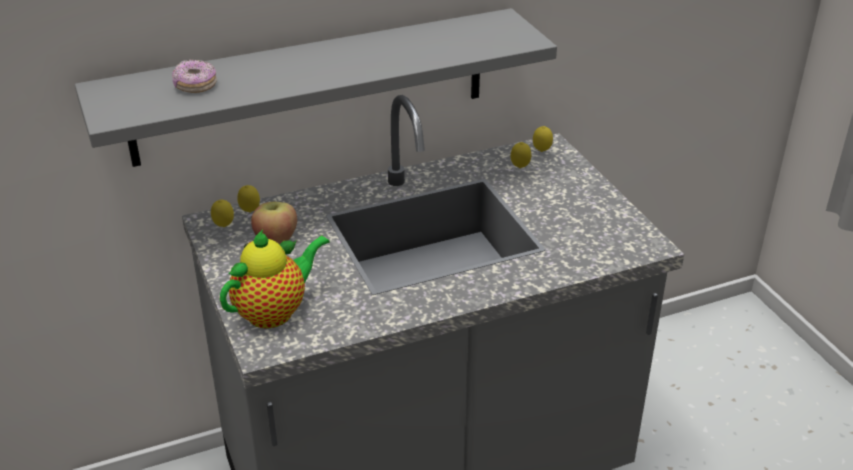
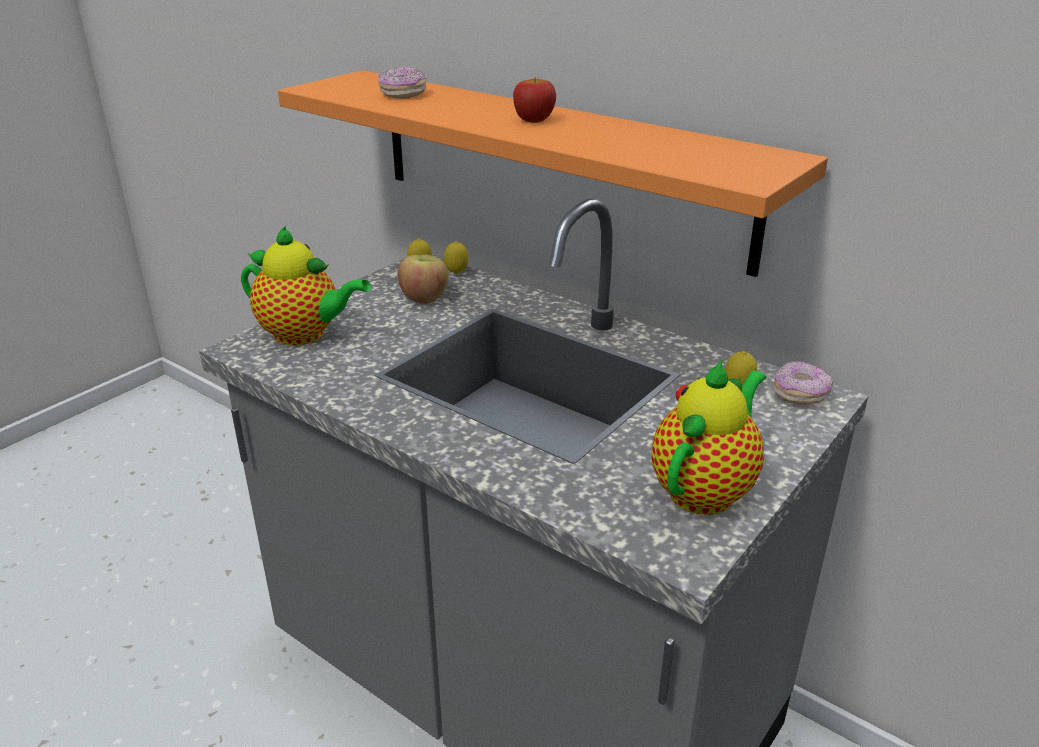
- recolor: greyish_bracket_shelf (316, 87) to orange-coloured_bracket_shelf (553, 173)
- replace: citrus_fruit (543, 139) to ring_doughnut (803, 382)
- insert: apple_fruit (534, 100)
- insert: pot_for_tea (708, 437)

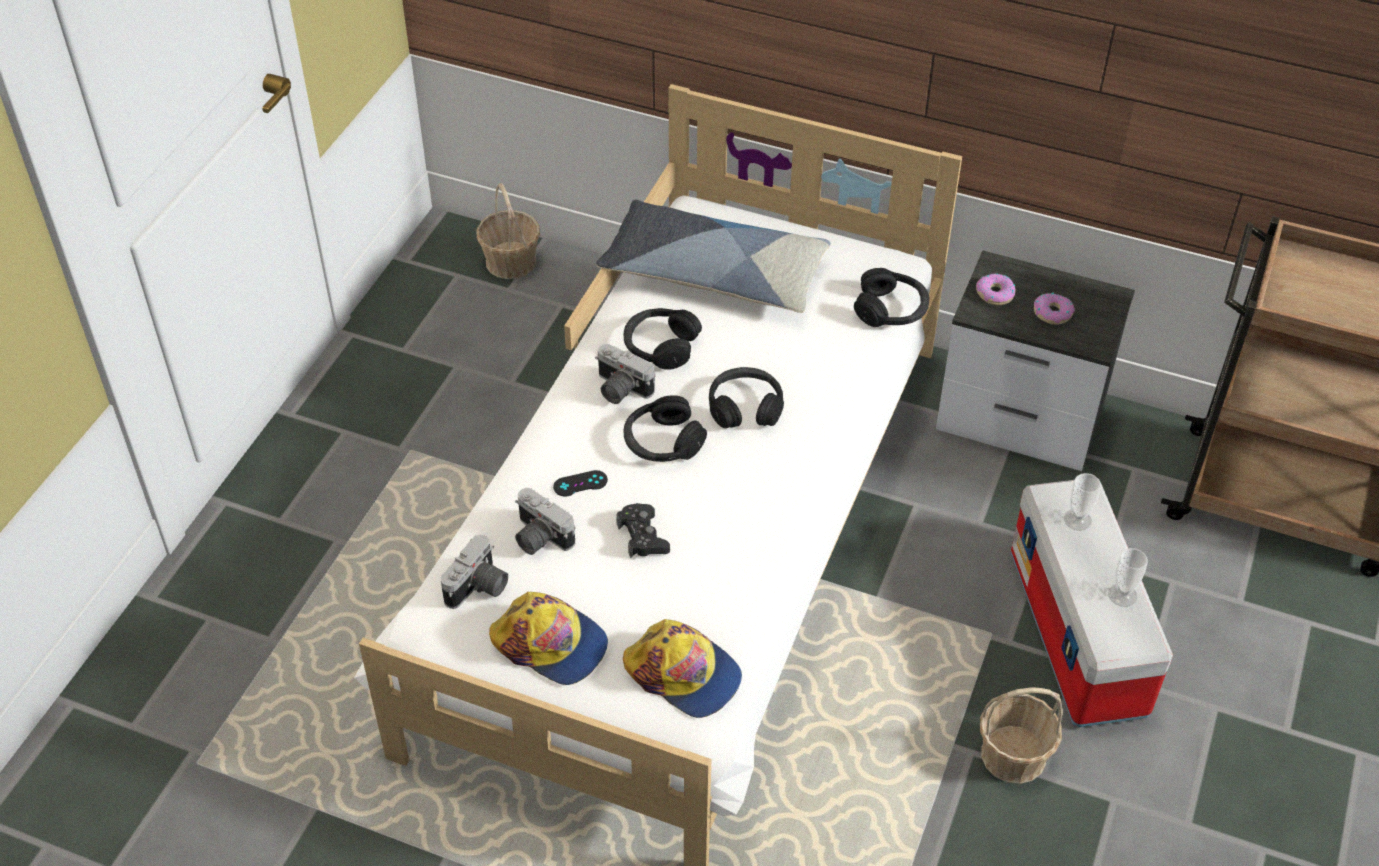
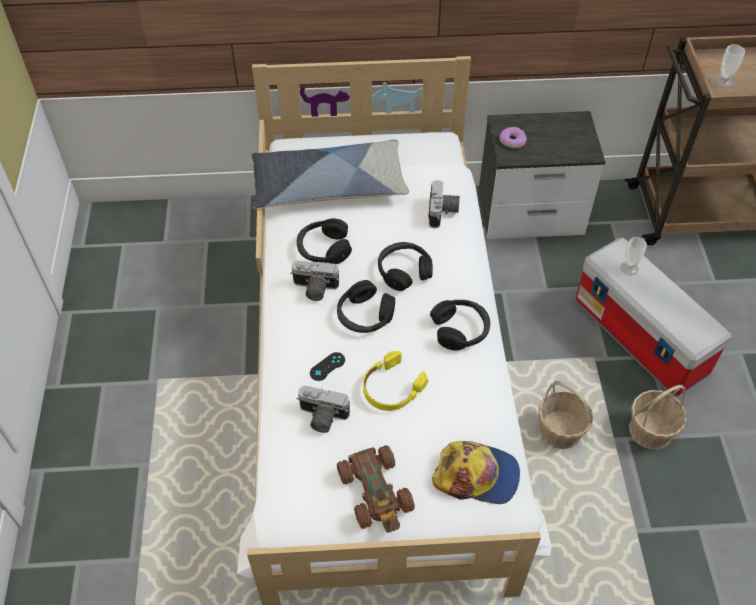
- move: still_camera (474, 572) to (444, 204)
- move: storage_basket (508, 231) to (565, 415)
- replace: cap (548, 638) to brown_model_car (376, 489)
- replace: black-coloured_gamepad (643, 530) to yellowish_pair_of_headphones (395, 381)
- move: black-coloured_pair_of_headphones (891, 297) to (460, 325)
- delete: ring_doughnut (1054, 308)
- move: small_cup (1128, 577) to (729, 66)

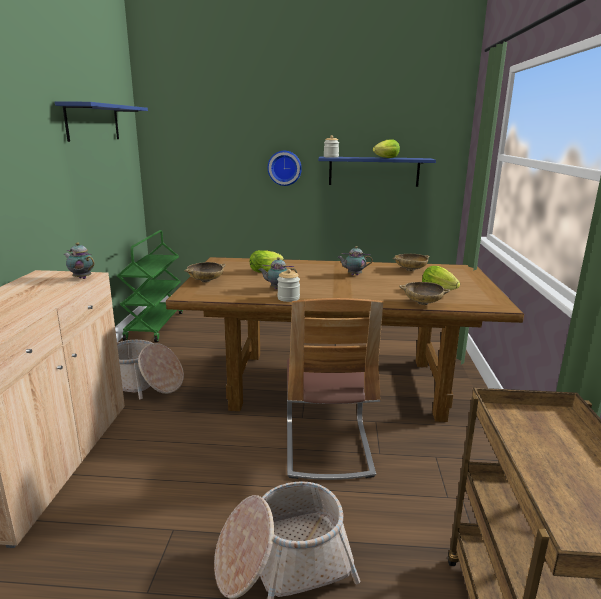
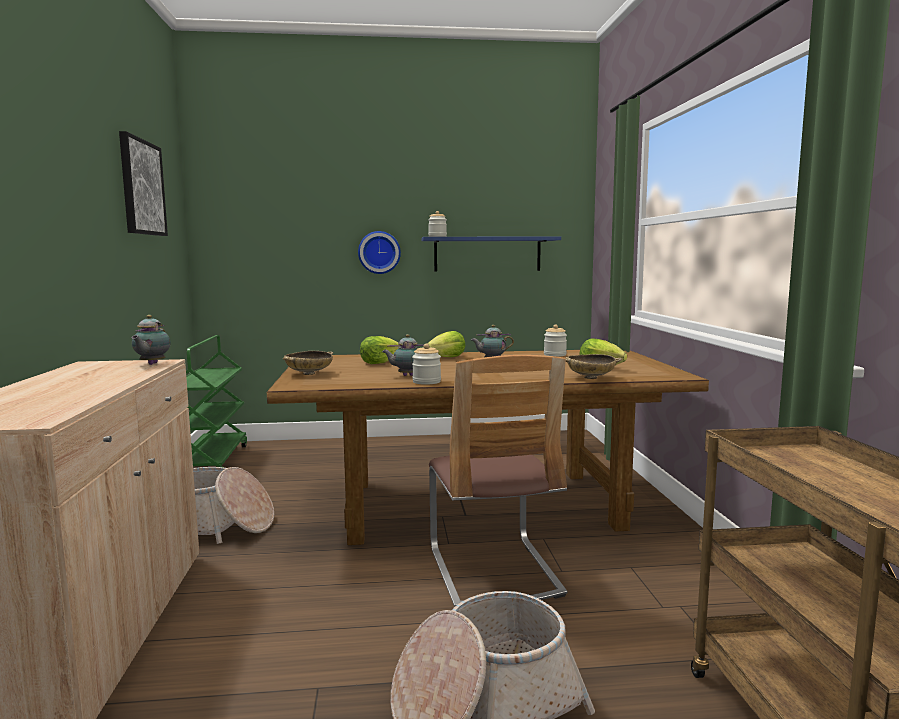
- replace: blue-coloured_bracket_shelf (101, 121) to wall_art (143, 183)
- rotate: pot_for_tea (79, 261) = (151, 340) 105 degrees counterclockwise
- move: head_of_lettuce (386, 148) to (446, 344)
- replace: beige_deep_dish (411, 262) to storage_jar (555, 341)

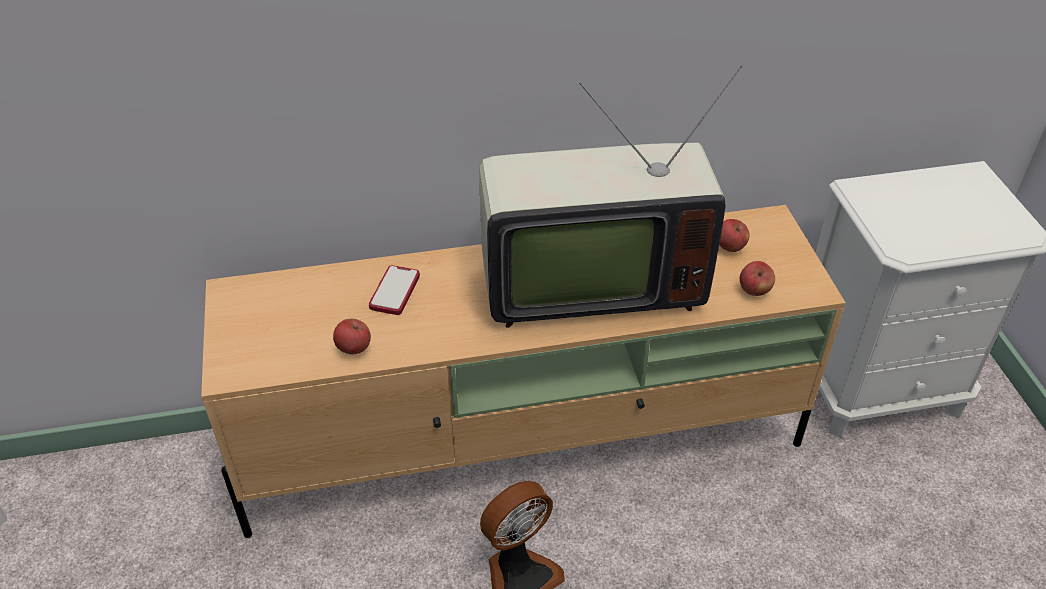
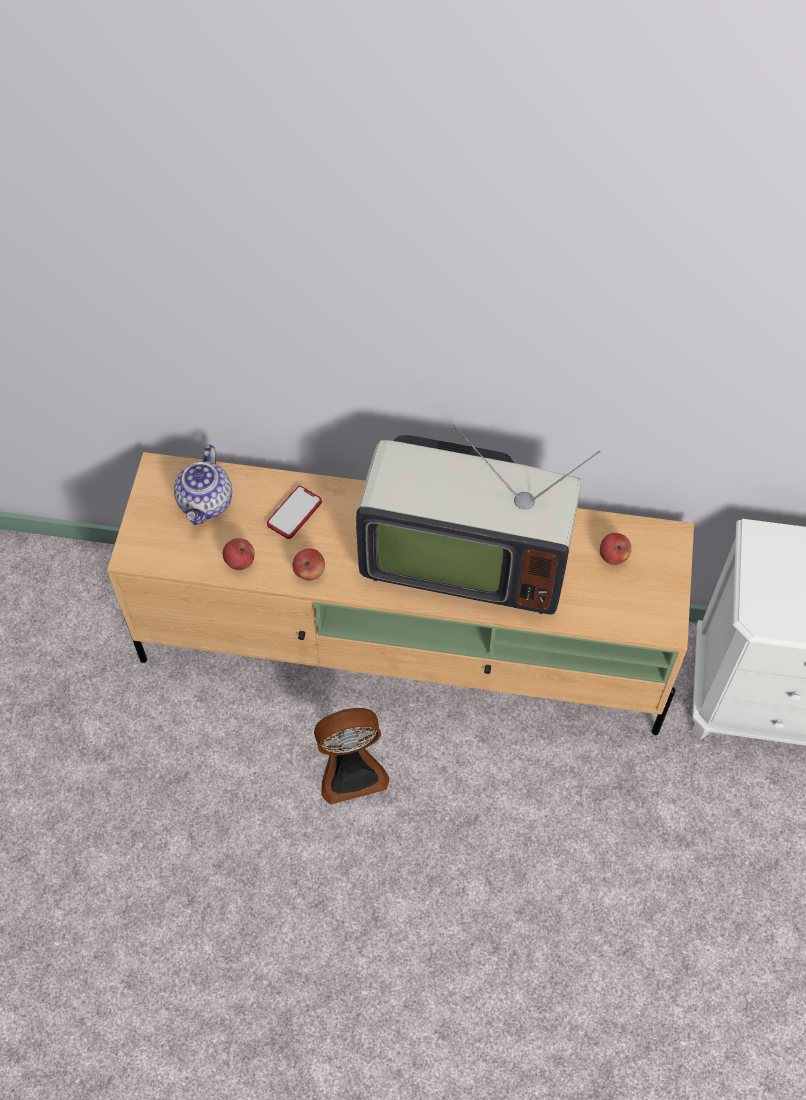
- move: apple_fruit (757, 278) to (309, 564)
- insert: pot_for_tea (203, 484)

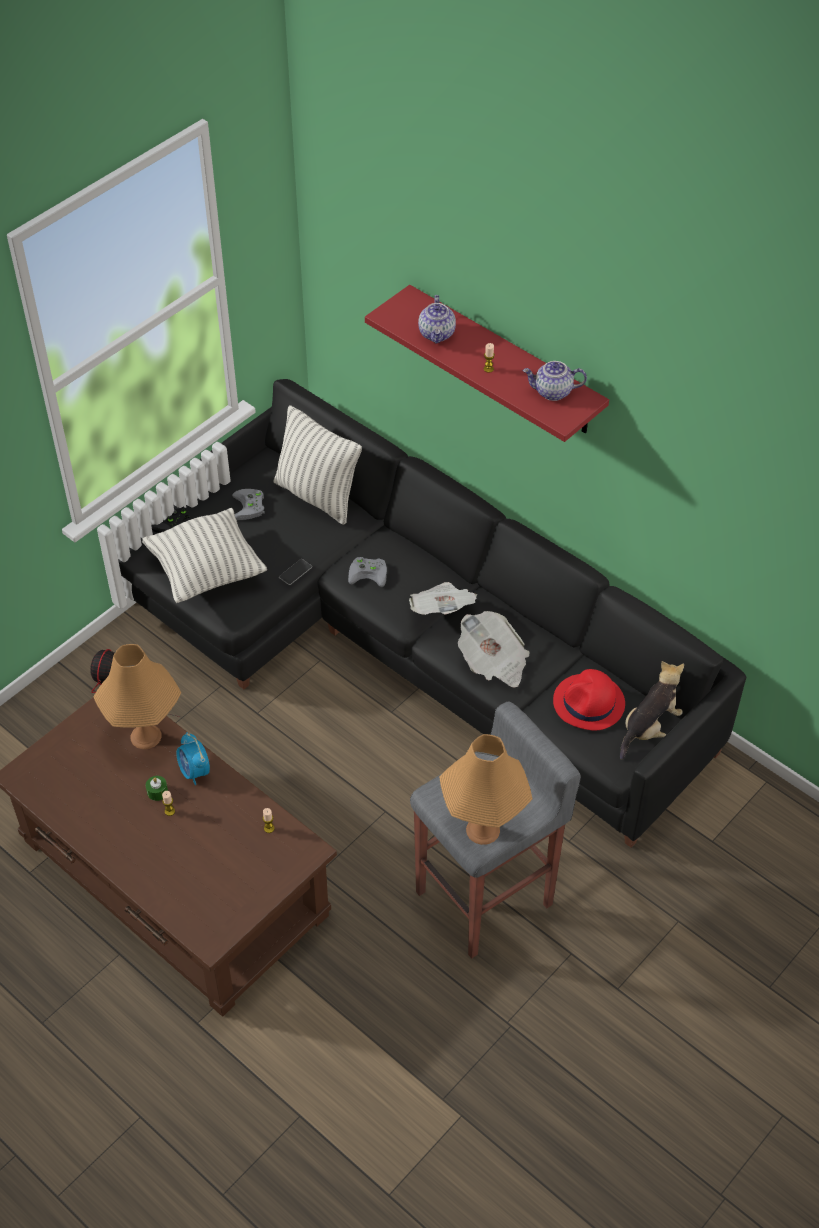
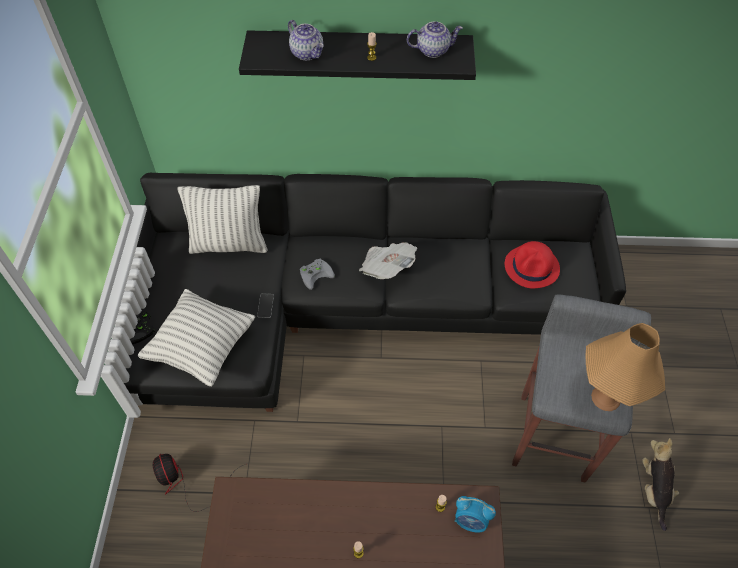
- delete: orange-coloured_lamp_for_a_table (137, 696)
- delete: greenish_wax_candle (157, 788)
- move: table_clock (193, 758) to (475, 514)
- delete: greyish_gamepad (248, 504)
- recolor: reddish_bracket_shelf (487, 363) to black-coloured_bracket_shelf (357, 55)
- delete: printed_paper (494, 649)
- rotate: pot_for_tea (555, 381) = (435, 39) 150 degrees counterclockwise
- move: plush_toy (652, 710) to (660, 484)

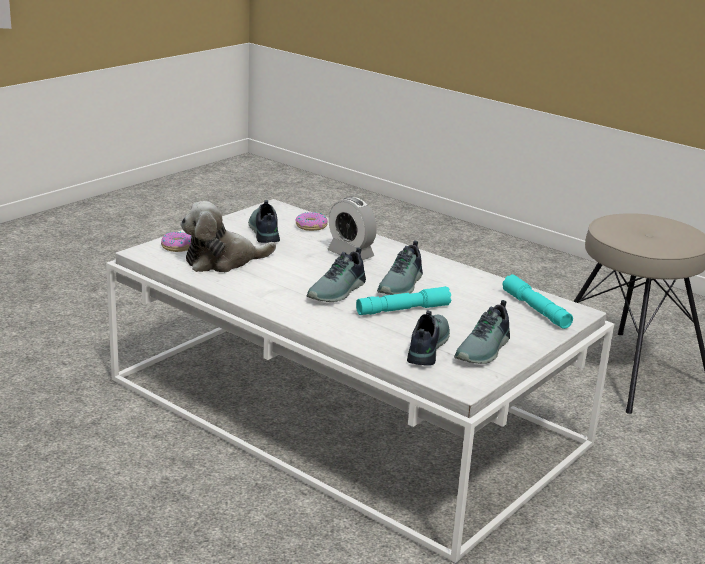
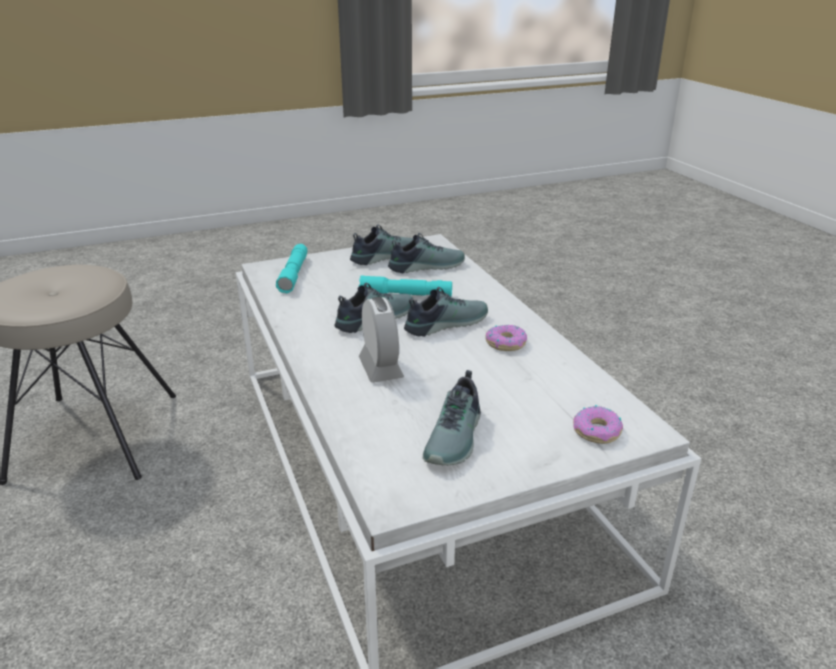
- delete: plush_toy (228, 236)
- move: ring_doughnut (311, 221) to (506, 338)
- rotate: low_shoe (428, 338) = (426, 253) 150 degrees counterclockwise

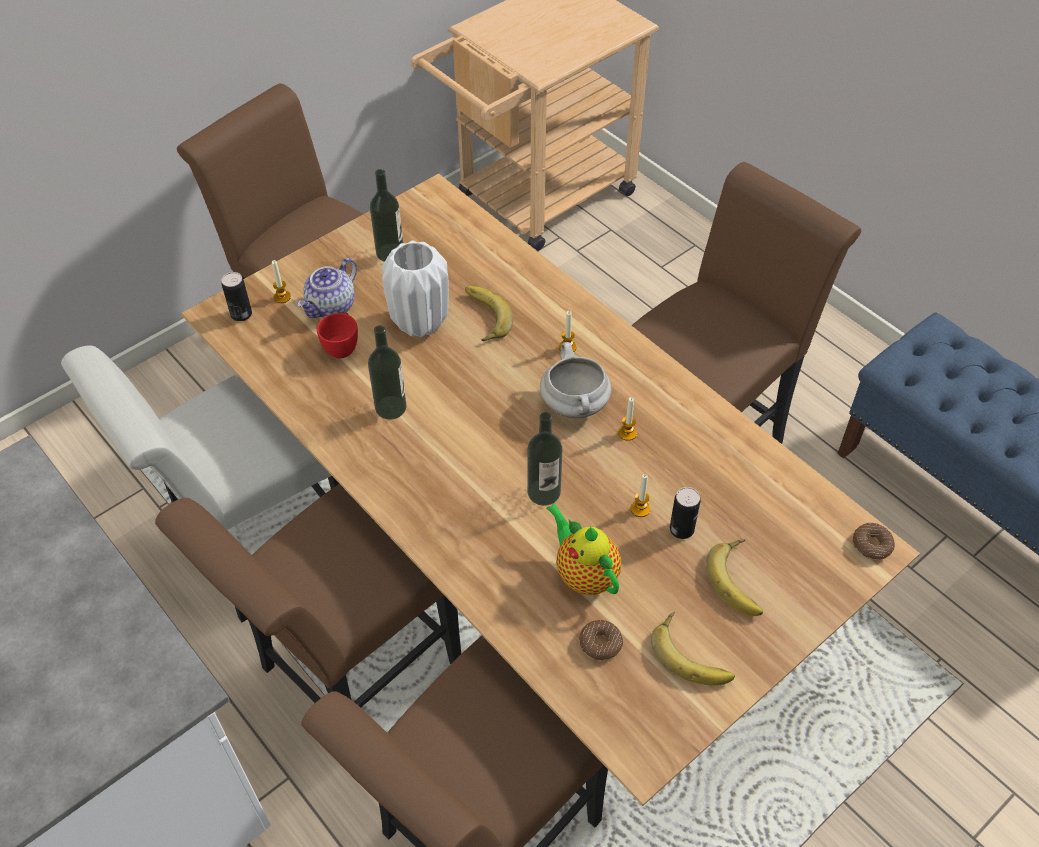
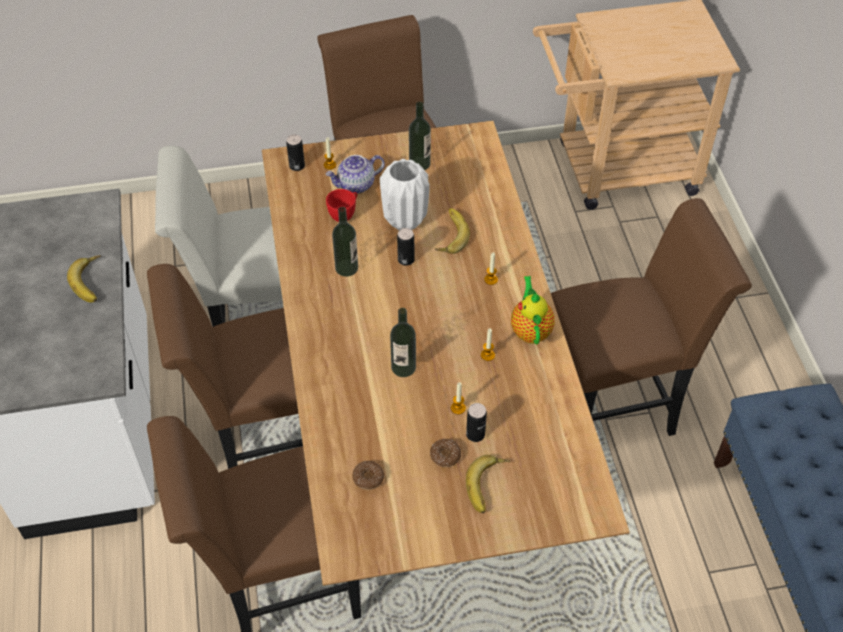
- delete: whitish_cooking_pot (575, 380)
- move: pot_for_tea (584, 549) to (533, 310)
- move: banana (693, 649) to (84, 278)
- move: ring_doughnut (874, 541) to (445, 453)
- insert: metal_can (405, 247)

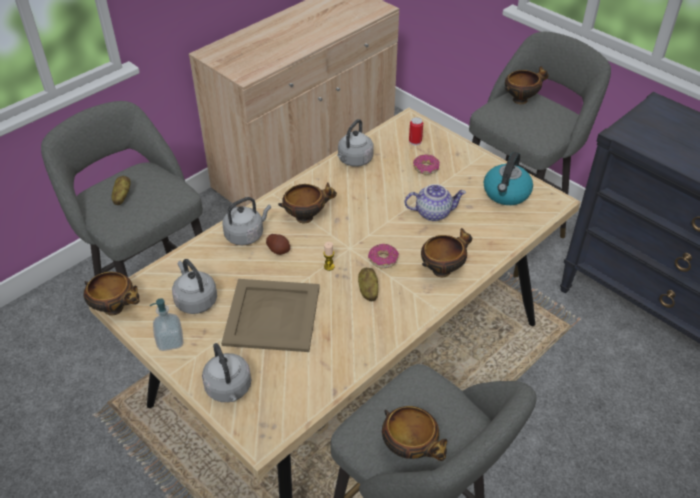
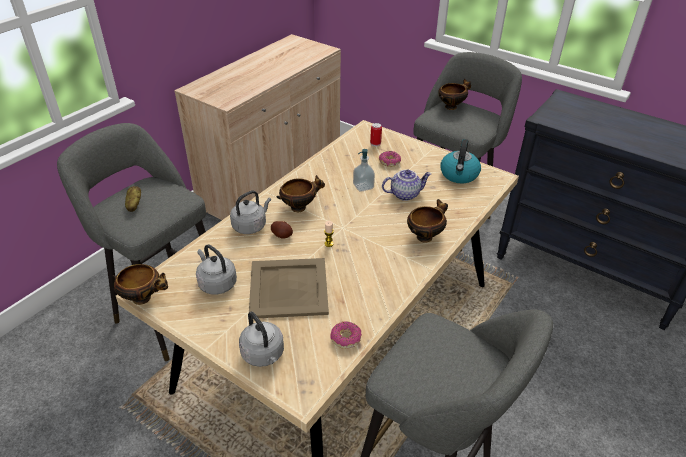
- move: liquid_soap_bottle (166, 324) to (364, 170)
- delete: greyish_kettle (355, 143)
- delete: spud (368, 284)
- move: ring_doughnut (383, 256) to (346, 335)
- delete: deep_dish (414, 433)

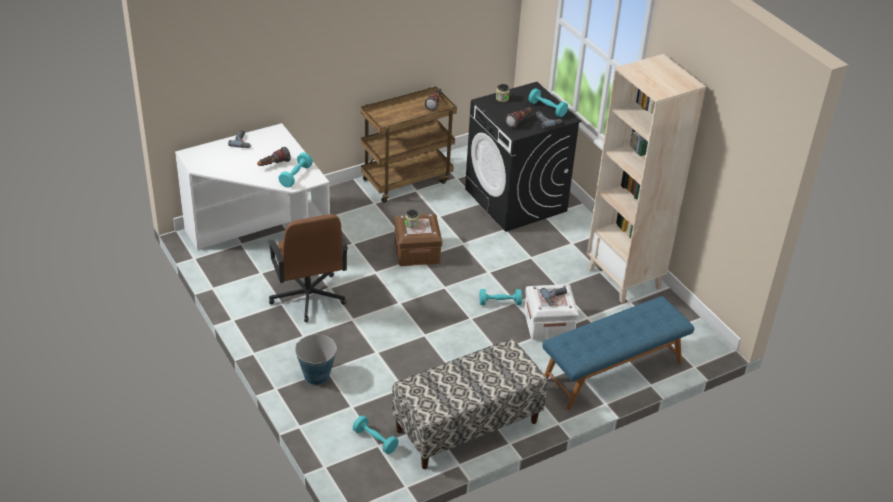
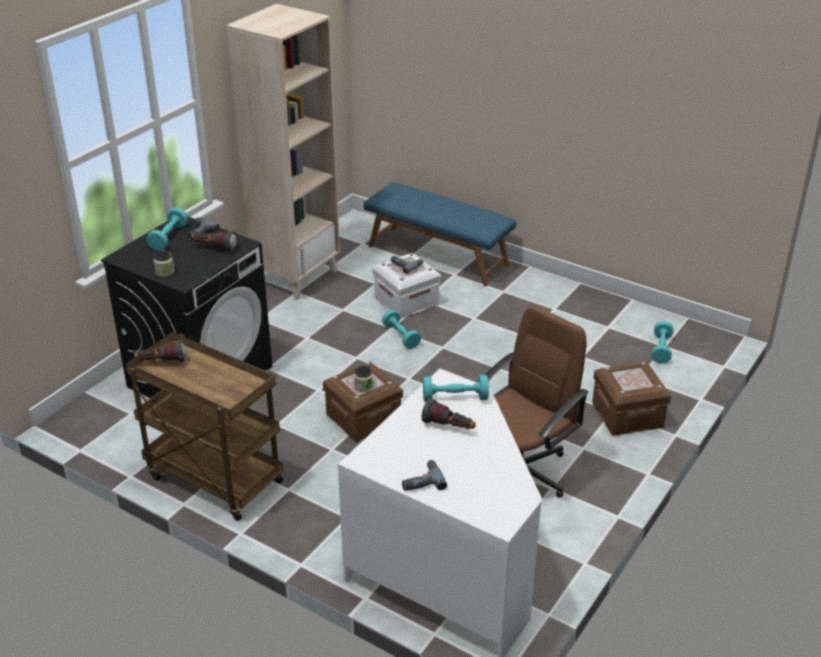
- replace: bucket (316, 359) to brown_storage_box (631, 399)
- delete: long_seat (470, 404)

